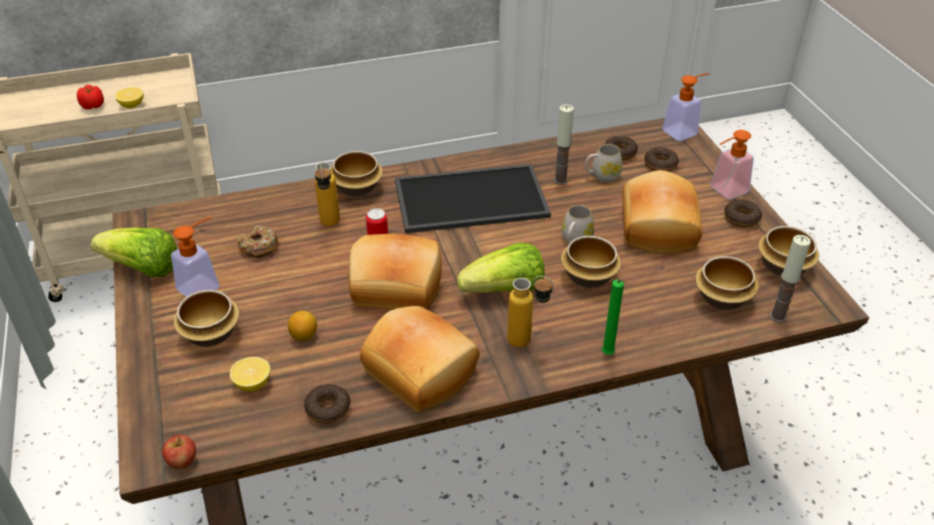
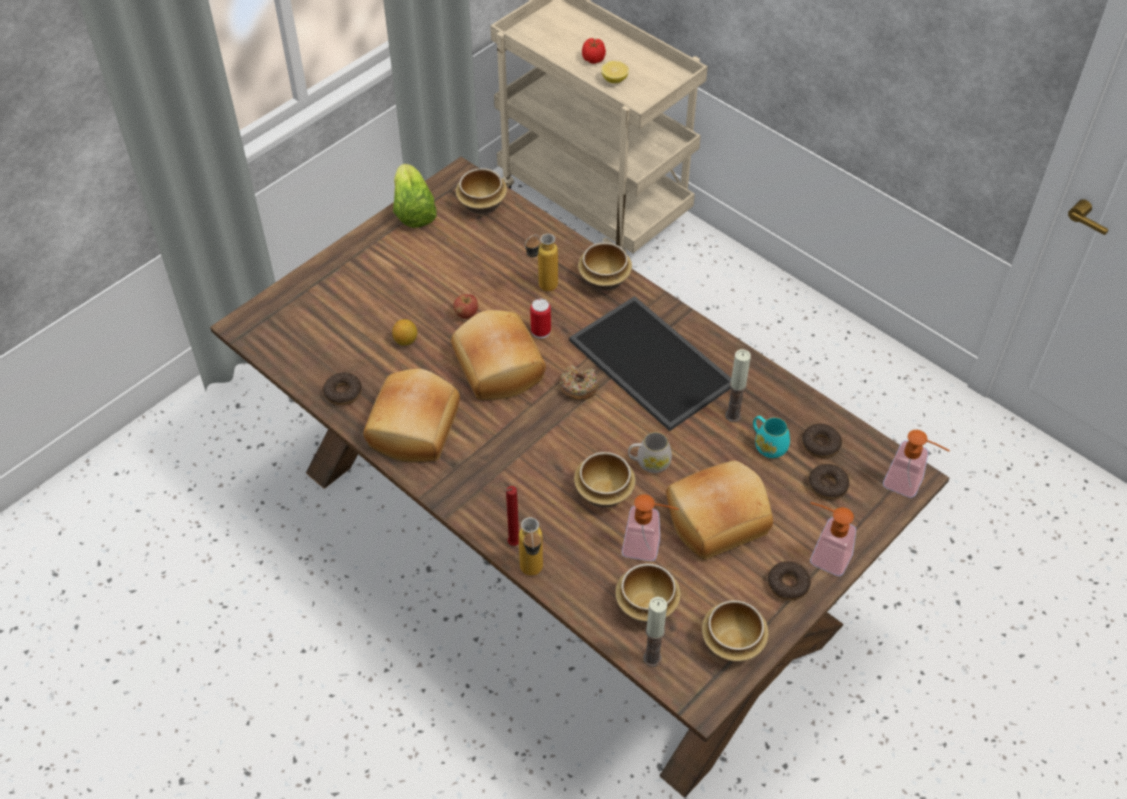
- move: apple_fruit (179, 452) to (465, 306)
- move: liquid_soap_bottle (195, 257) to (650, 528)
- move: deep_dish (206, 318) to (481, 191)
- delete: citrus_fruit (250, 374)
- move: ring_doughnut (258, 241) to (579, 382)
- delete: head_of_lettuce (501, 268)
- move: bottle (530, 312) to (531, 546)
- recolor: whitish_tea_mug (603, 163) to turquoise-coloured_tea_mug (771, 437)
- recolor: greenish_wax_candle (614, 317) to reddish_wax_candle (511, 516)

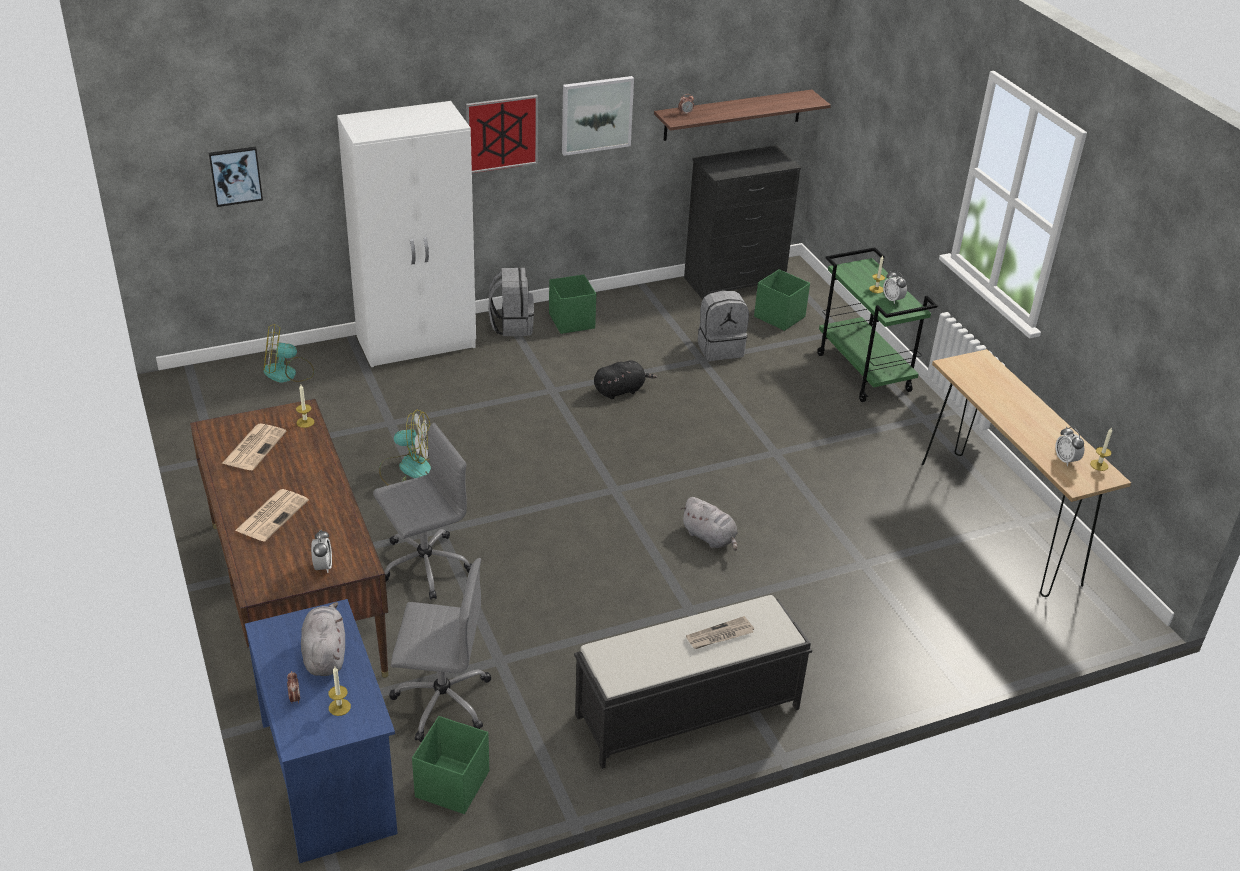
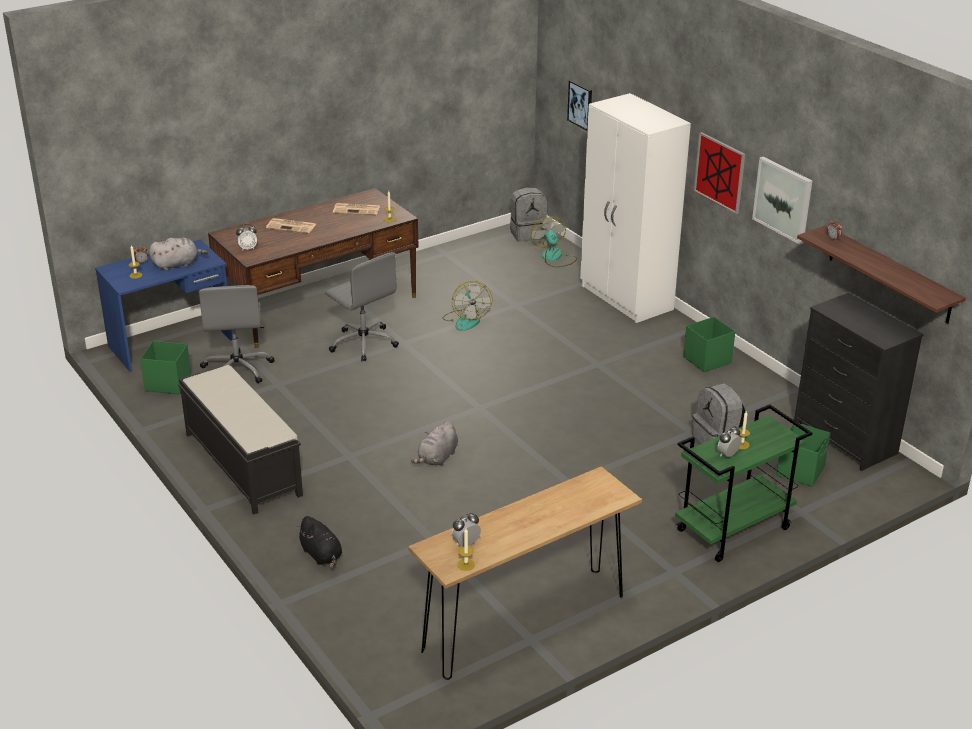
- move: greyish_backpack (511, 302) to (529, 214)
- move: black-coloured_plush_toy (625, 379) to (319, 542)
- delete: printed_paper (720, 632)

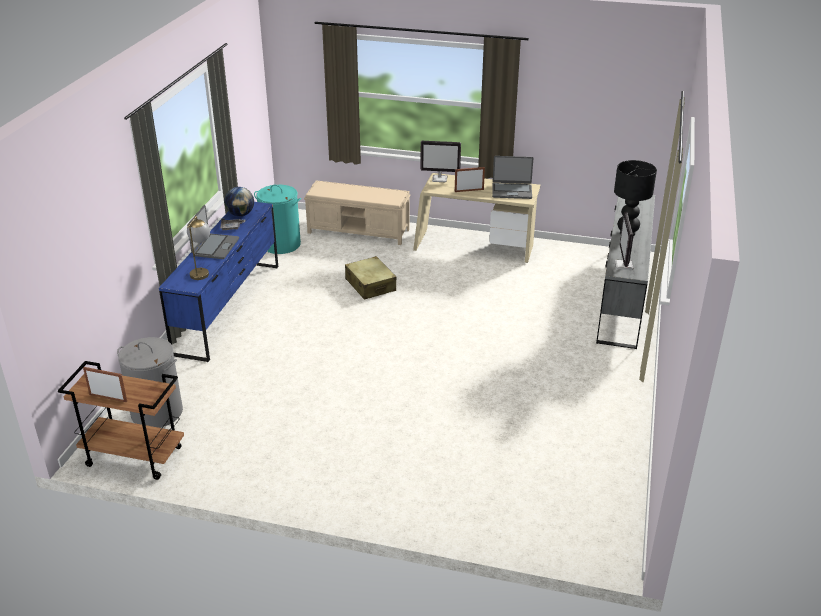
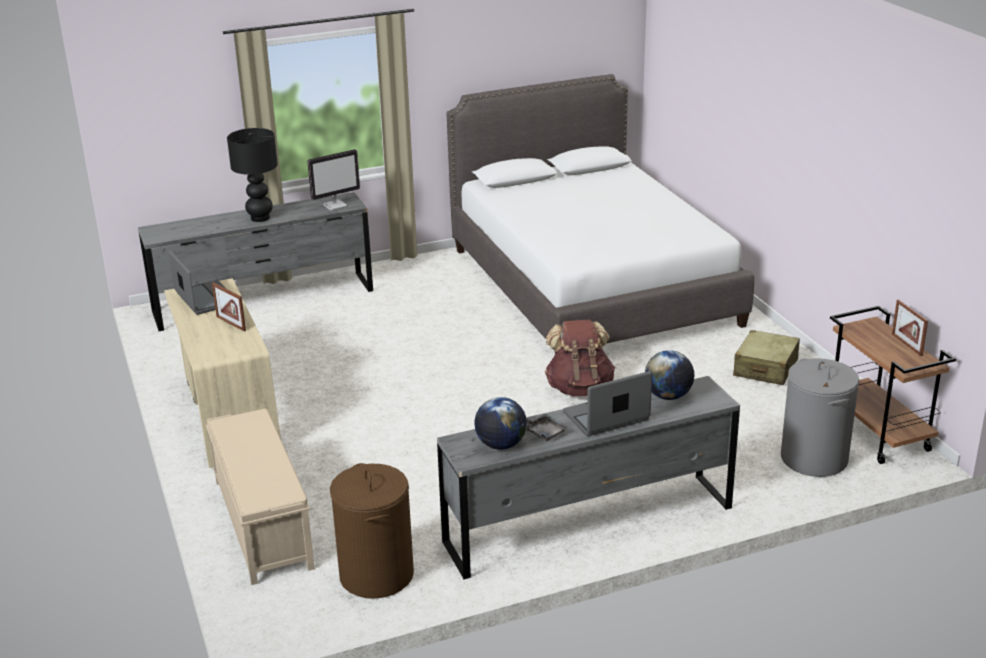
- recolor: blue-coloured_chest_of_drawers (218, 282) to greyish_chest_of_drawers (588, 477)
- replace: lamp_for_a_table (198, 248) to desk_globe (669, 375)
- recolor: turquoise-coloured_hamper (277, 219) to brown_hamper (372, 531)
- move: beige_piece_of_luggage (370, 278) to (766, 357)
- delete: computer_screen (440, 161)
- insert: whitish_sleeping_bed (600, 213)
- insert: brown_backpack (580, 358)

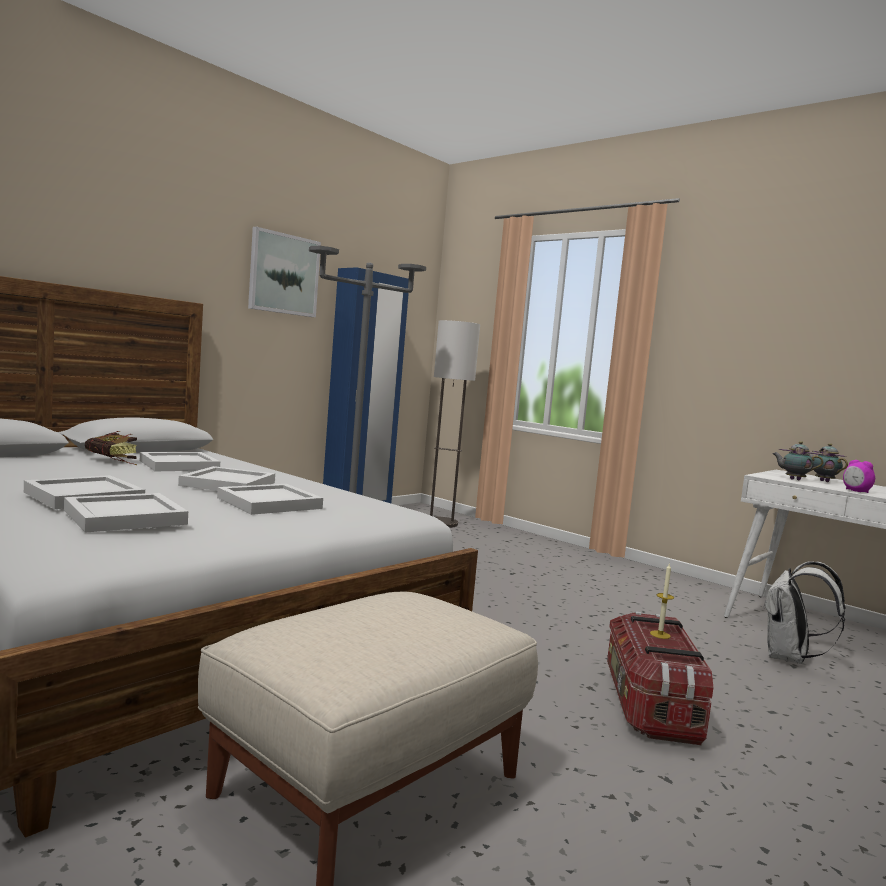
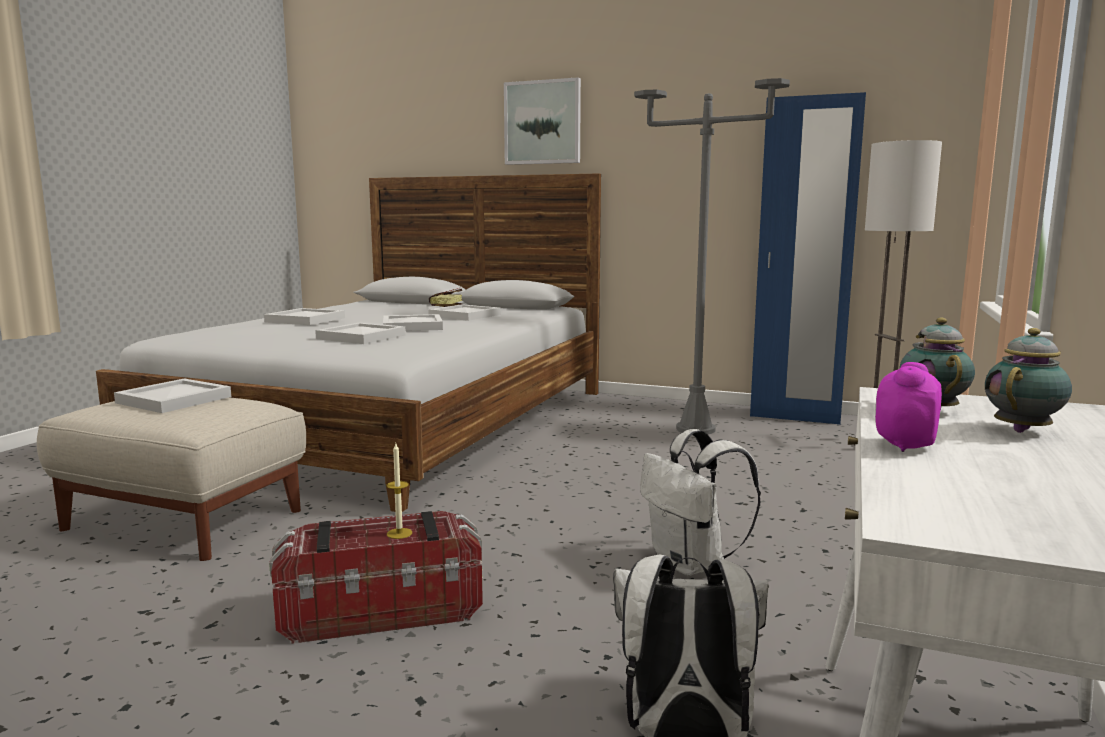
- move: whitish_tray (126, 513) to (172, 396)
- move: wall_art (284, 272) to (542, 121)
- insert: whitish_backpack (700, 502)

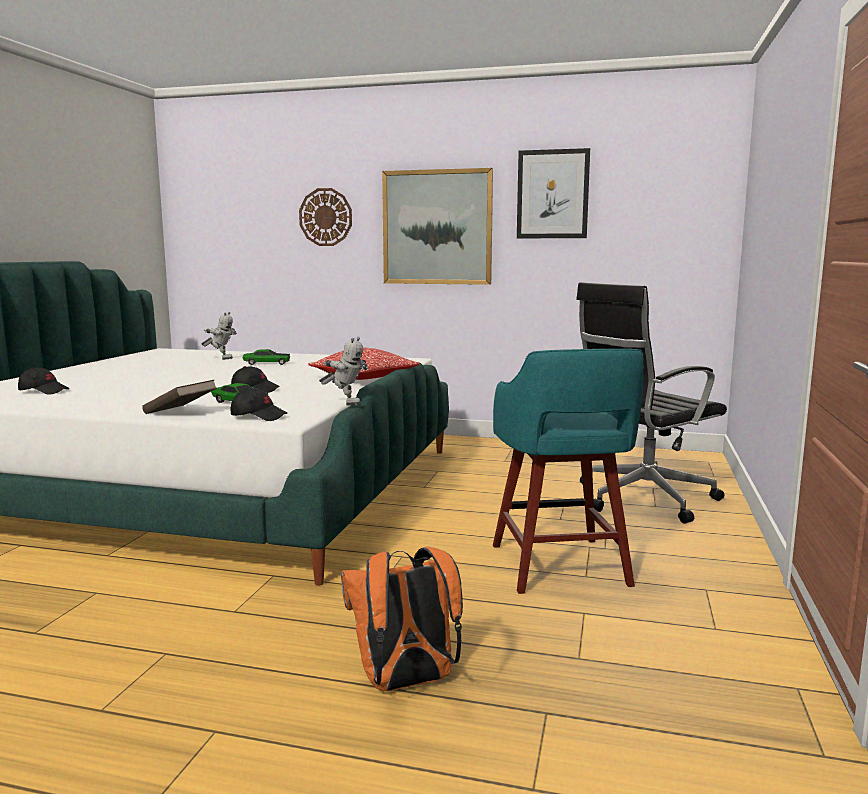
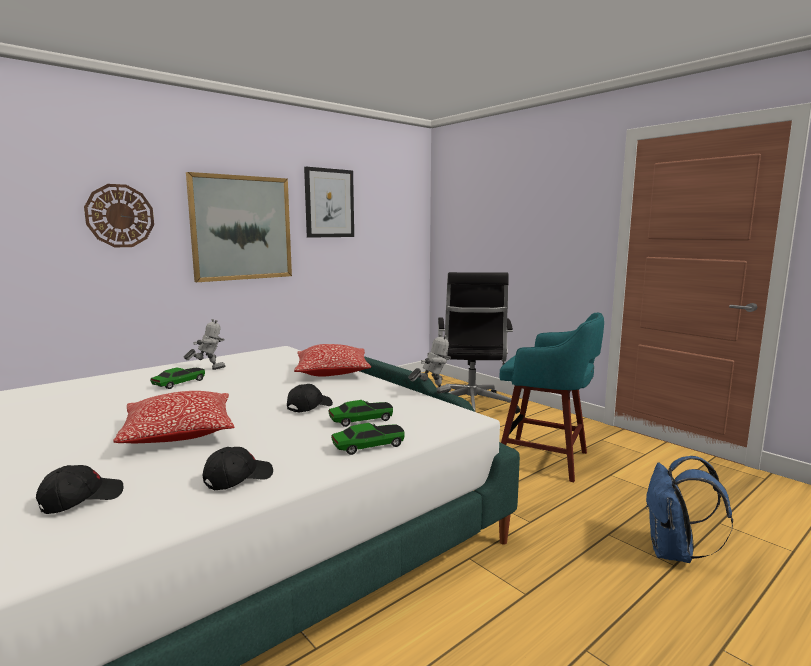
- replace: brown_volume (179, 397) to model_car (368, 439)
- move: model_robot (219, 336) to (204, 344)
- move: black-coloured_cap (259, 404) to (237, 468)
- recolor: orange-coloured_backpack (402, 619) to blue-coloured_backpack (689, 509)
- insert: pillow (174, 417)

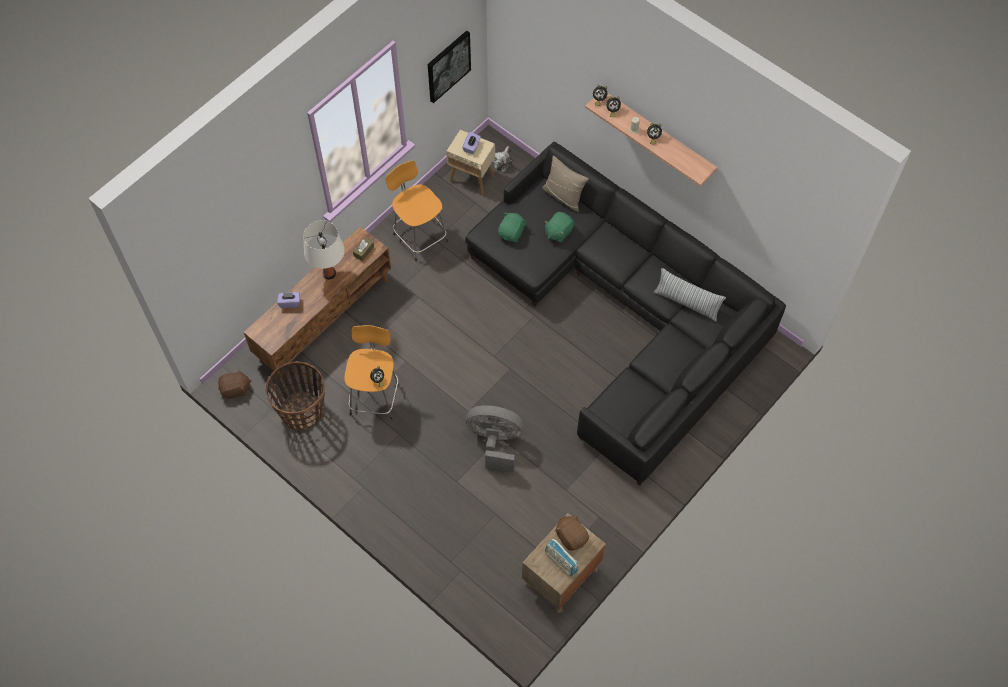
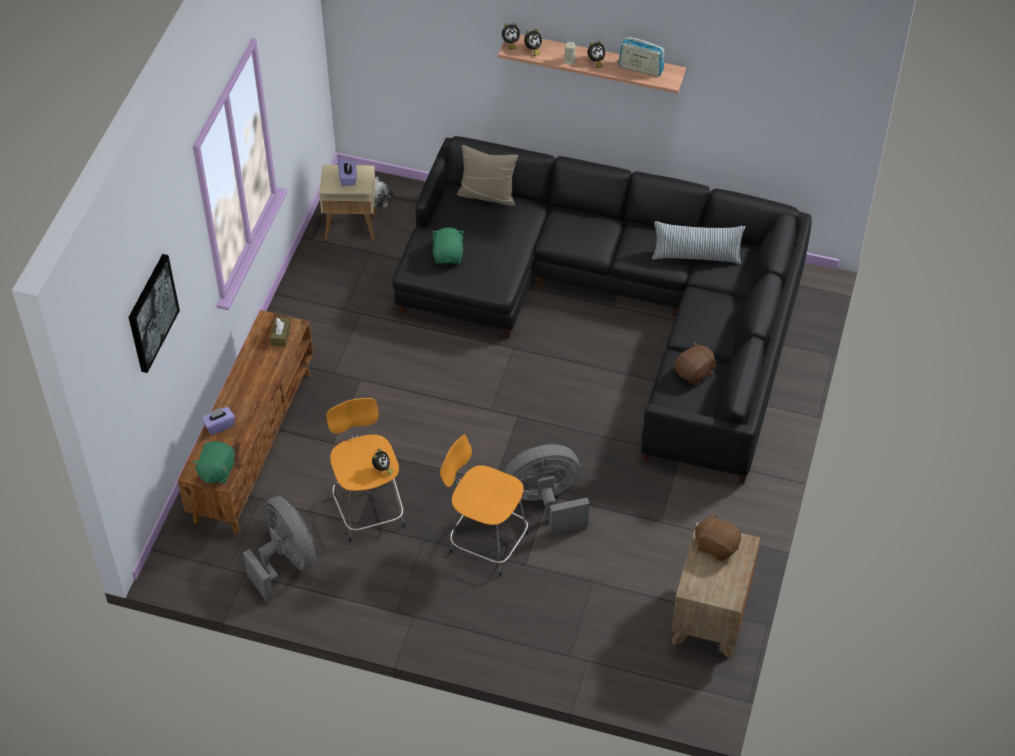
- move: brown_plush_toy (235, 383) to (695, 363)
- replace: storage_basket (295, 395) to greyish_electric_fan (279, 549)
- delete: whitish_lamp_for_a_table (324, 249)
- move: orange-coloured_sitting_stool (416, 211) to (484, 506)
- move: wall_art (449, 67) to (154, 313)
- move: greenish_plush_toy (559, 227) to (214, 462)
- move: radio (561, 557) to (641, 56)

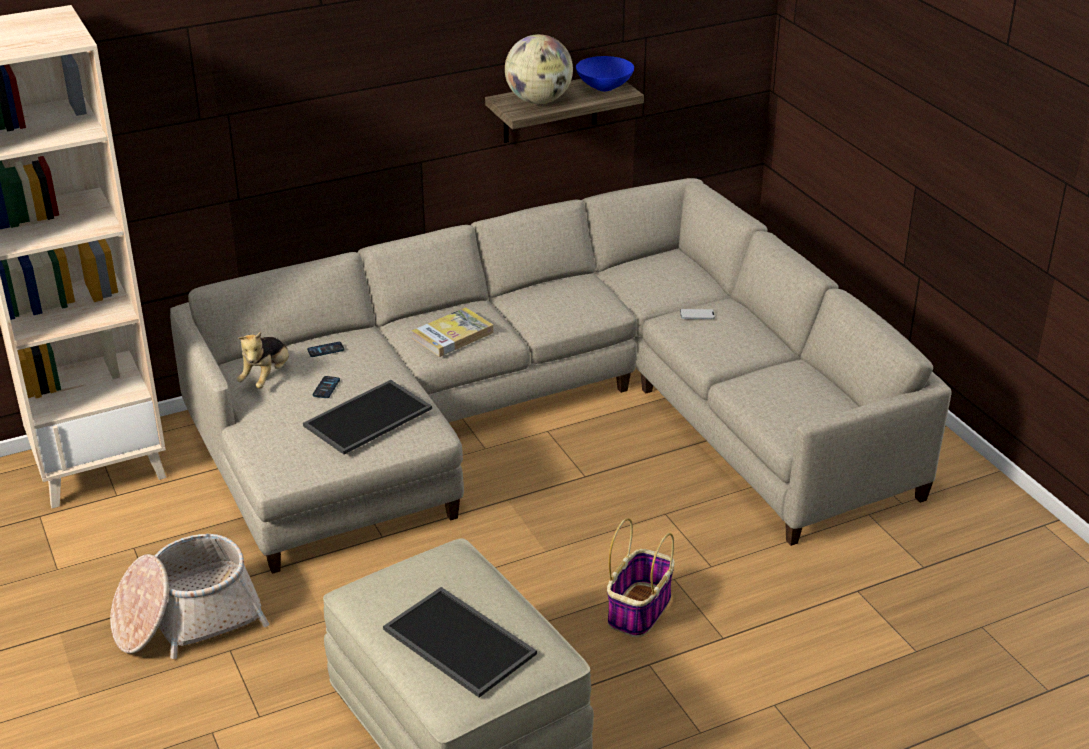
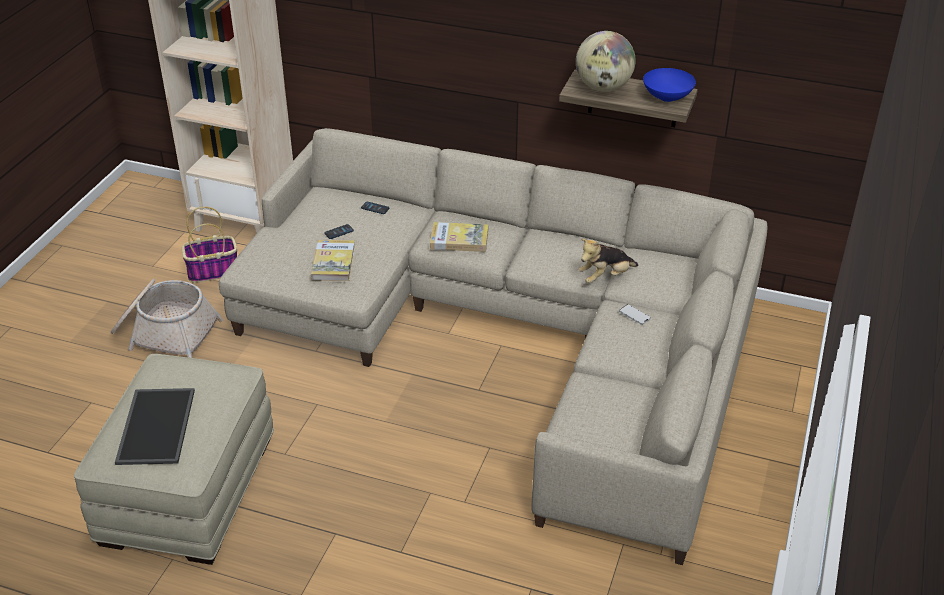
- move: plush_toy (263, 360) to (608, 261)
- replace: tray (367, 417) to volume (333, 260)
- move: storage_basket (641, 578) to (209, 245)

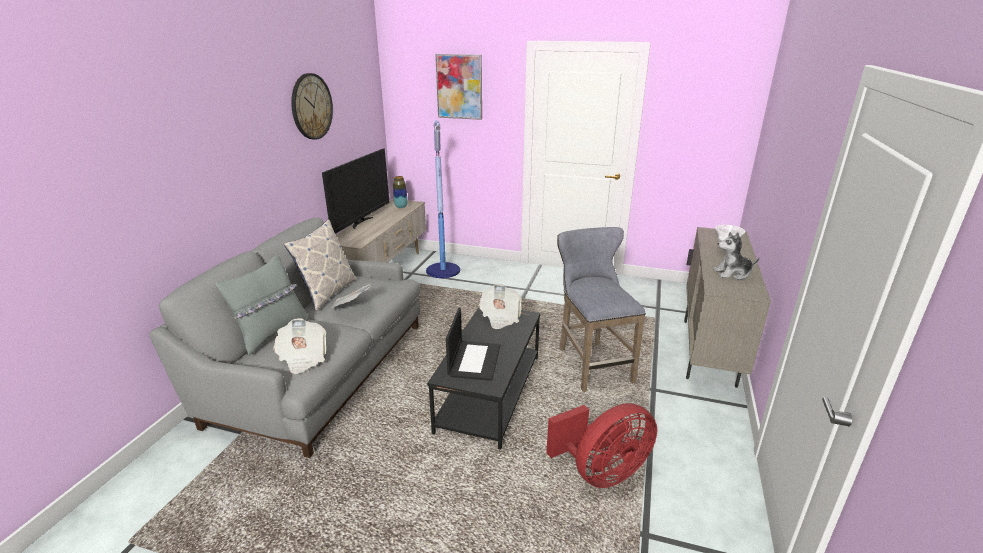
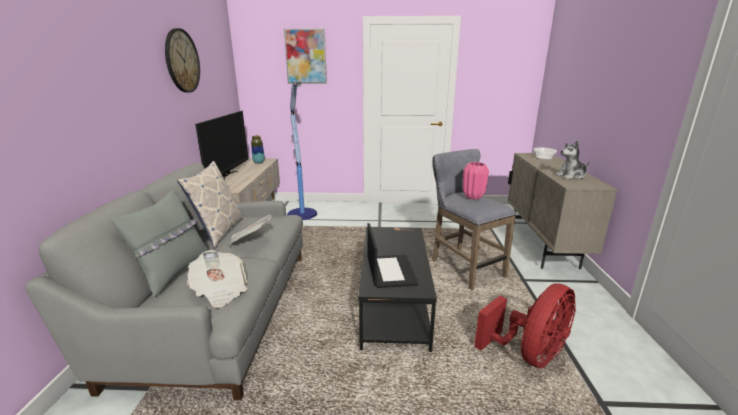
- delete: printed_paper (500, 306)
- insert: pink_vase (476, 180)

